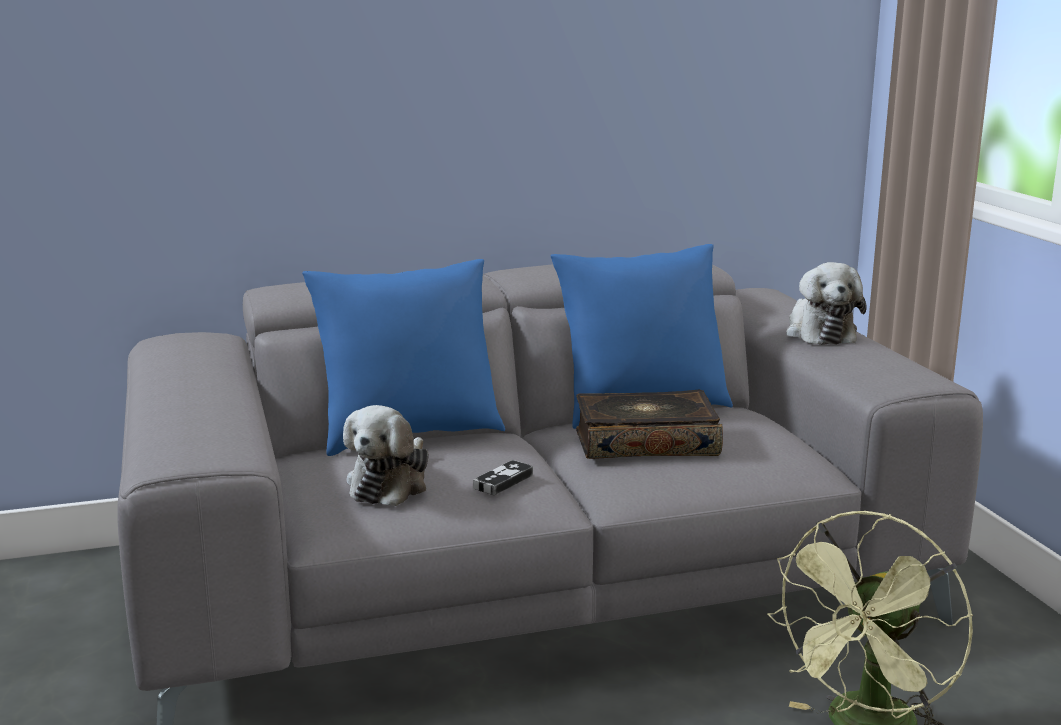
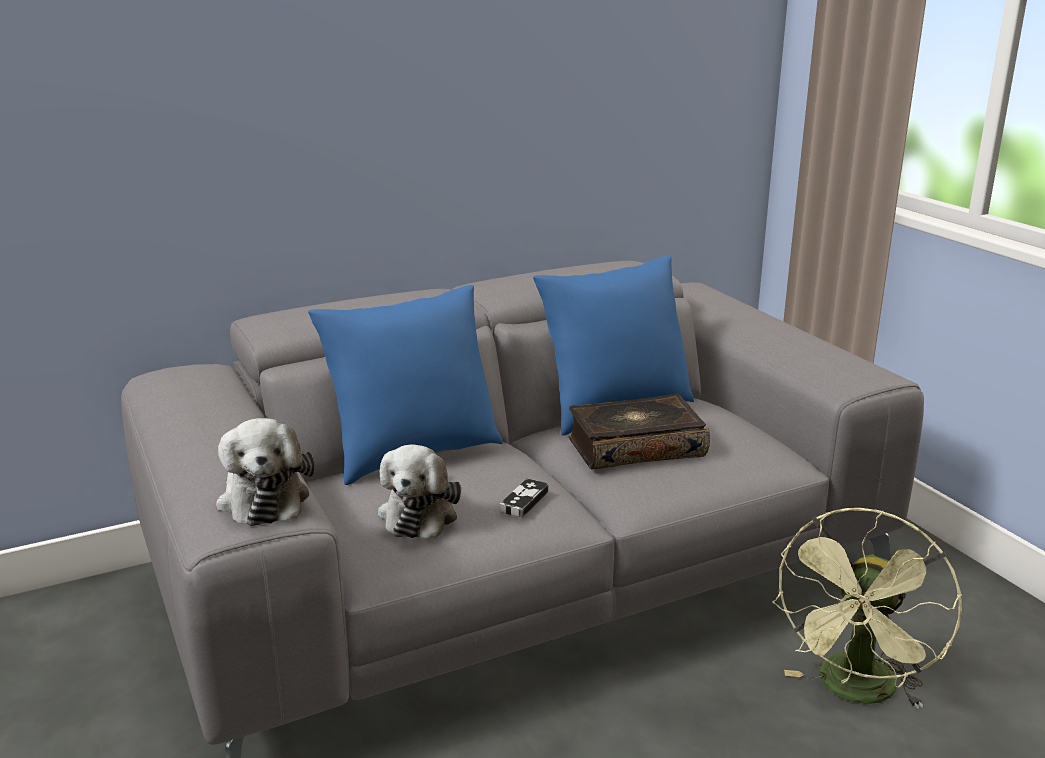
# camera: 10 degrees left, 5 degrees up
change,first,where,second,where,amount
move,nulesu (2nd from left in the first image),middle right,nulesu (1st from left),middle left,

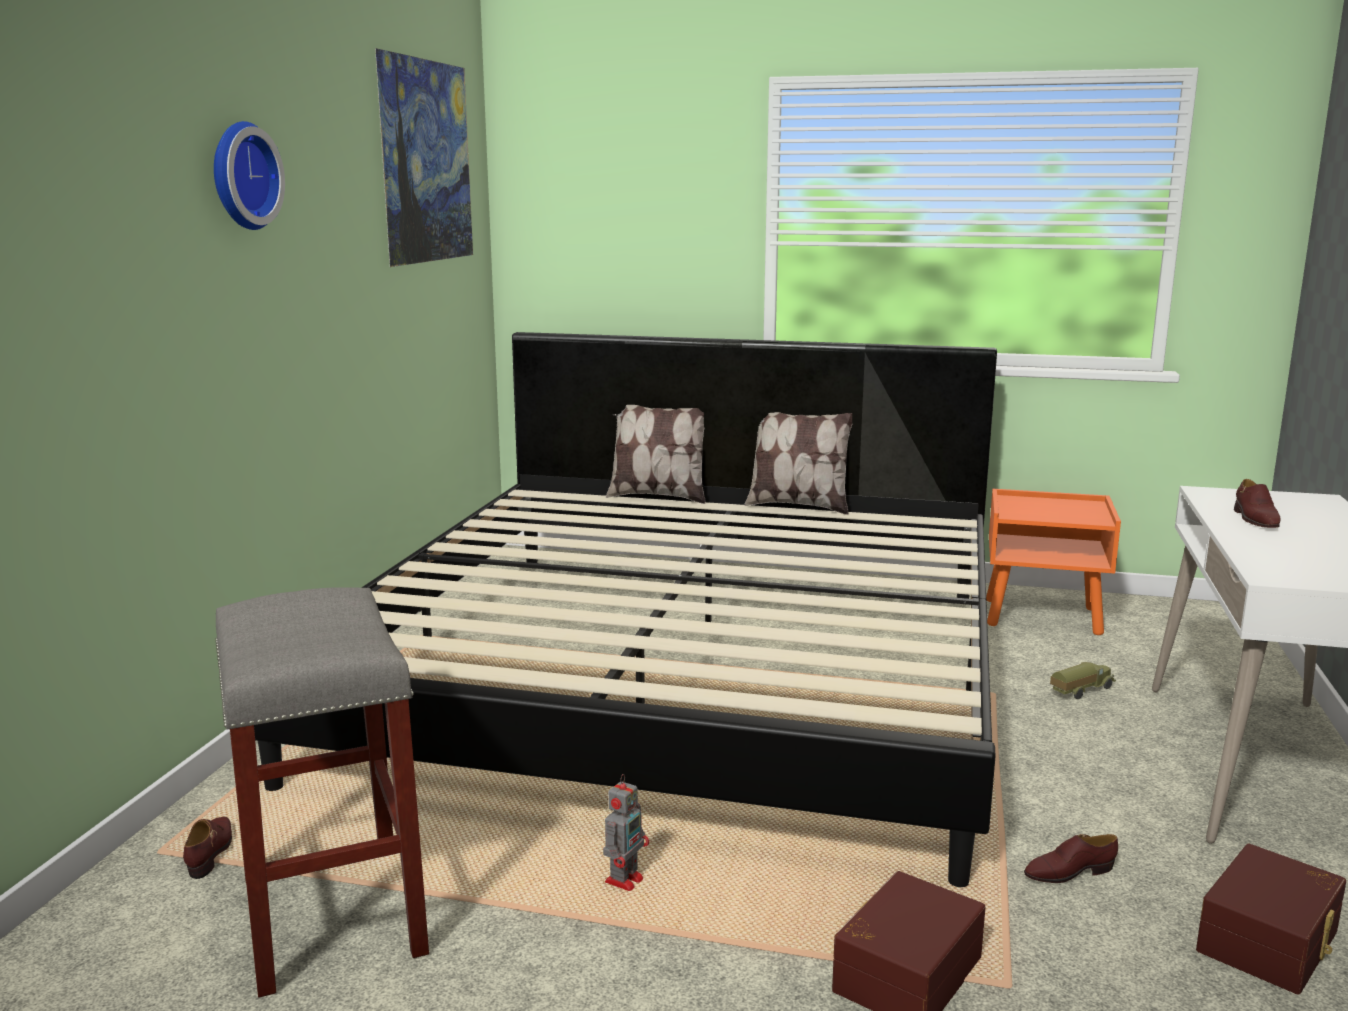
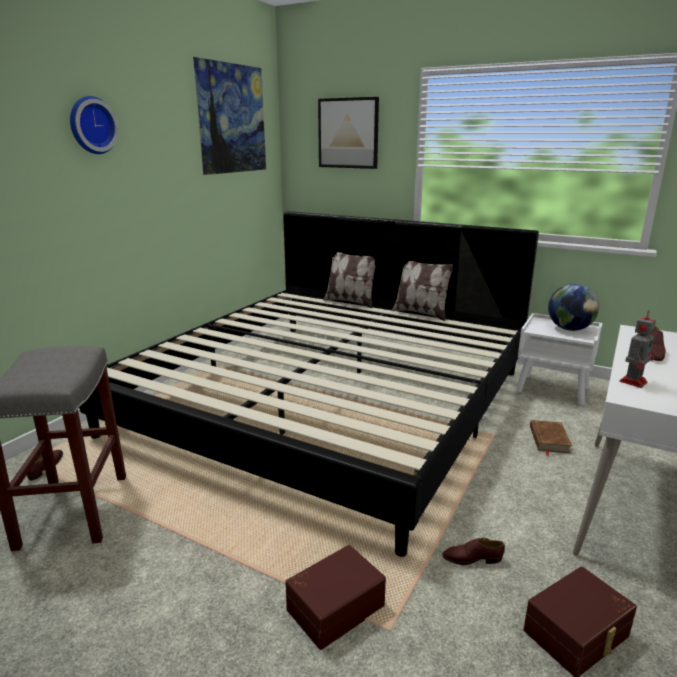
# camera: 15 degrees right, 5 degrees up
change,first,where,second,where,amount
insert,,,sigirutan (2nd from left),top centre,
recolor,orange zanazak,middle right,white zanazak,middle right,
replace,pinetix,bottom right,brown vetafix,middle right,
insert,,,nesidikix,middle right,
move,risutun,bottom centre,,middle right,

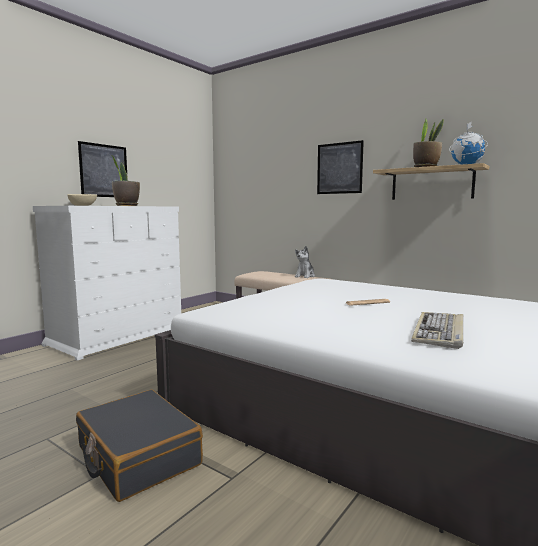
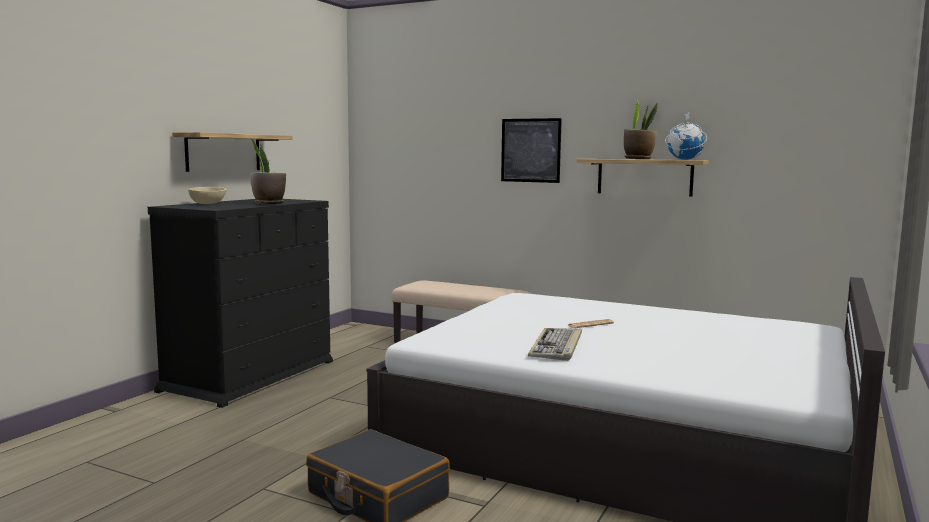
# camera: 10 degrees left, 0 degrees up
change,first,where,second,where,amount
recolor,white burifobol,middle left,black burifobol,middle left,
replace,sigirutan (1st from left),top left,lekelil (1st from left),top left,
move,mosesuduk,middle right,,centre,
delete,nulesu,centre,,,

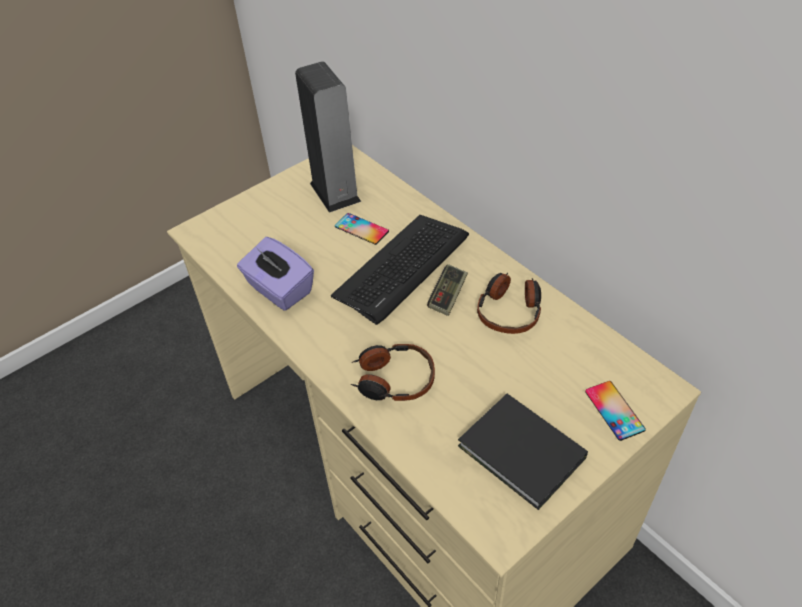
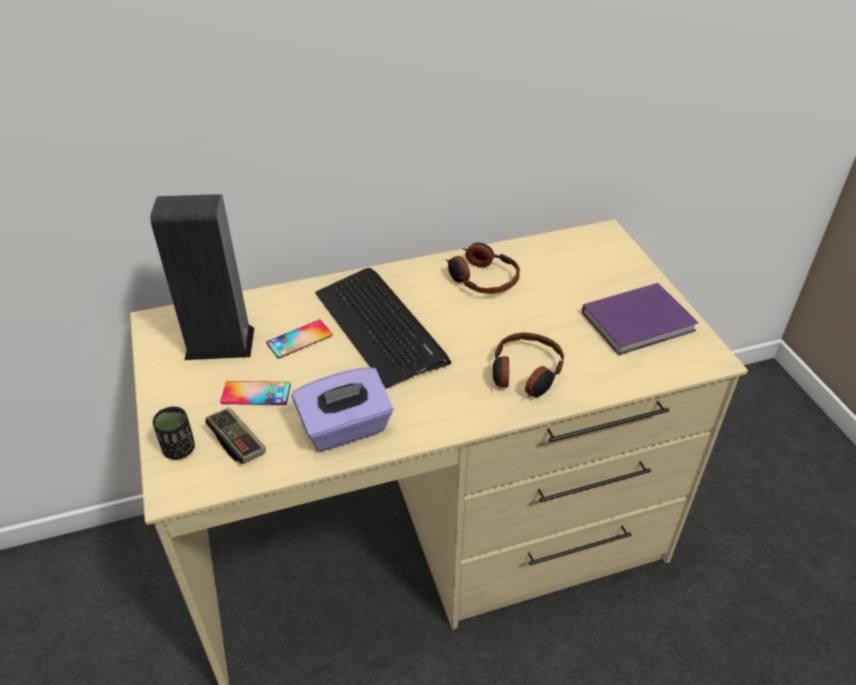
# camera: 70 degrees left, 5 degrees down
change,first,where,second,where,amount
insert,,,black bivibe,middle left,
move,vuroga,centre,,middle left,
move,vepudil (2nd from left in the first image),bottom right,vepudil (1st from left),middle left,
recolor,black vetafix,bottom centre,purple vetafix,middle right,

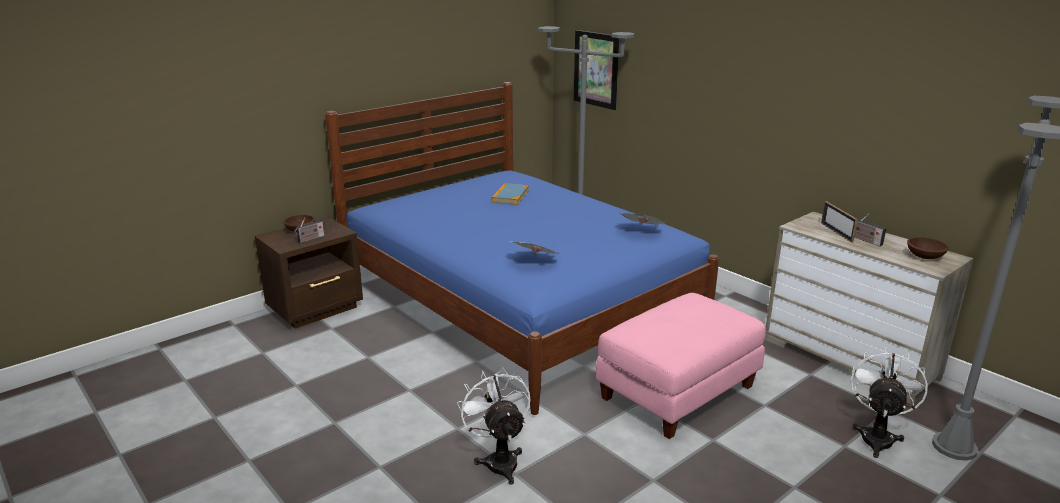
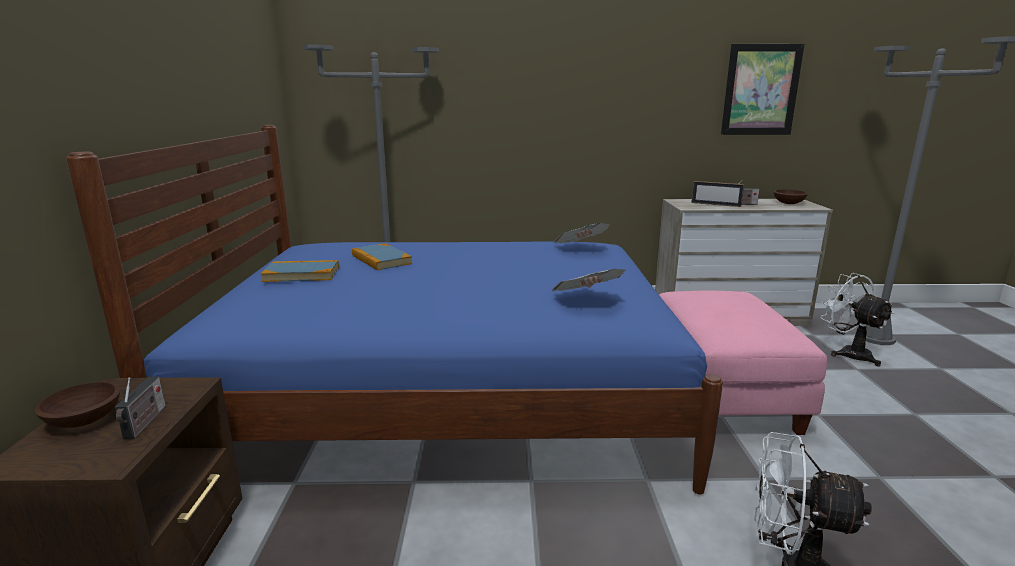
# camera: 50 degrees left, 5 degrees down
change,first,where,second,where,amount
insert,,,vetafix (1st from left),middle left,
move,sigirutan,top centre,,top right,

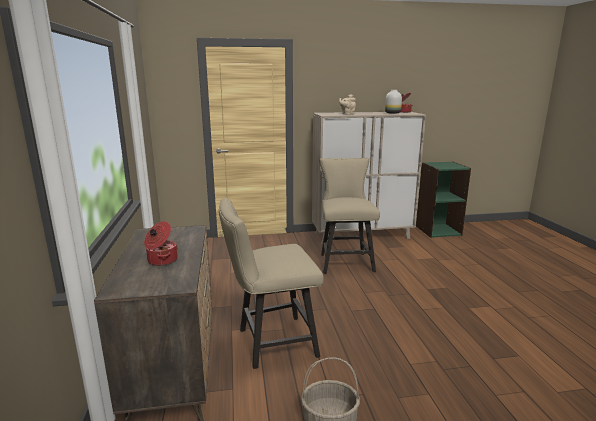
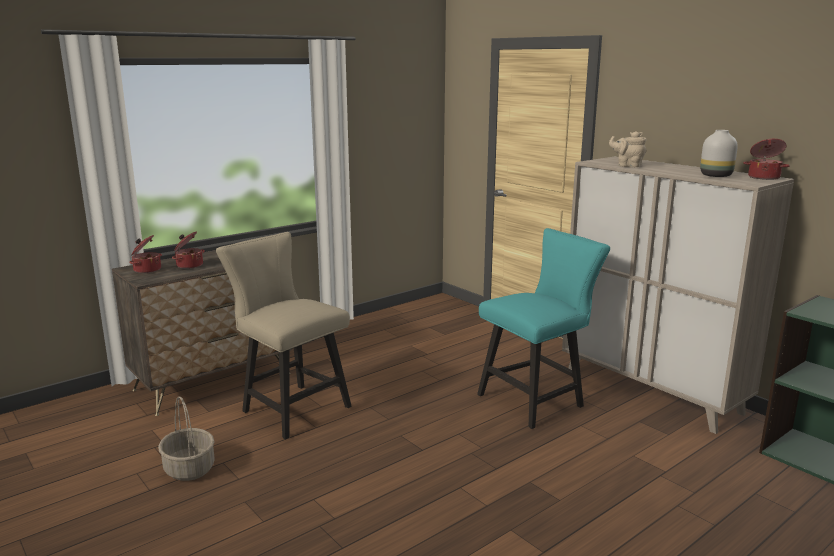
# camera: 60 degrees right, 0 degrees up
change,first,where,second,where,amount
insert,,,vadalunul (1st from left),middle left,
recolor,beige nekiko (2nd from left),centre,turquoise nekiko,centre,

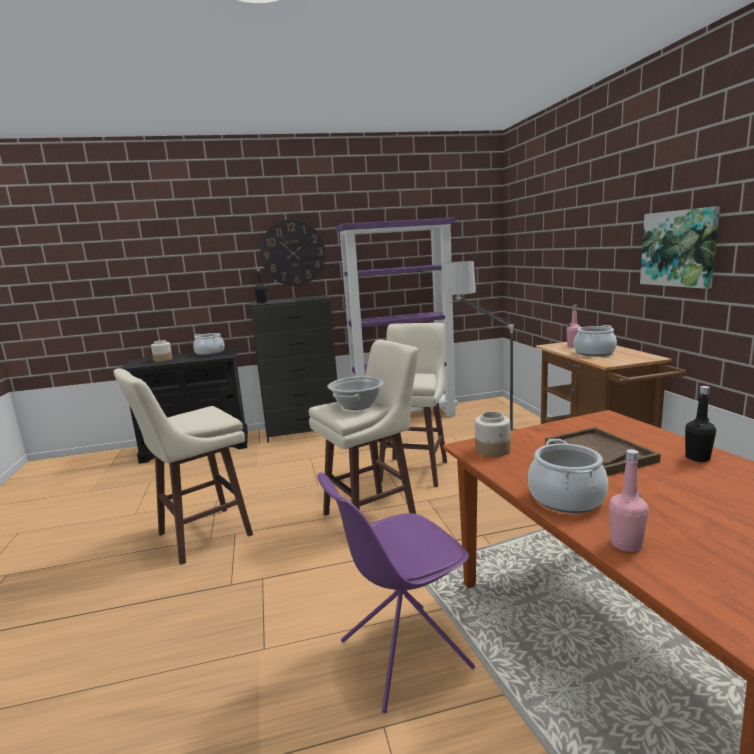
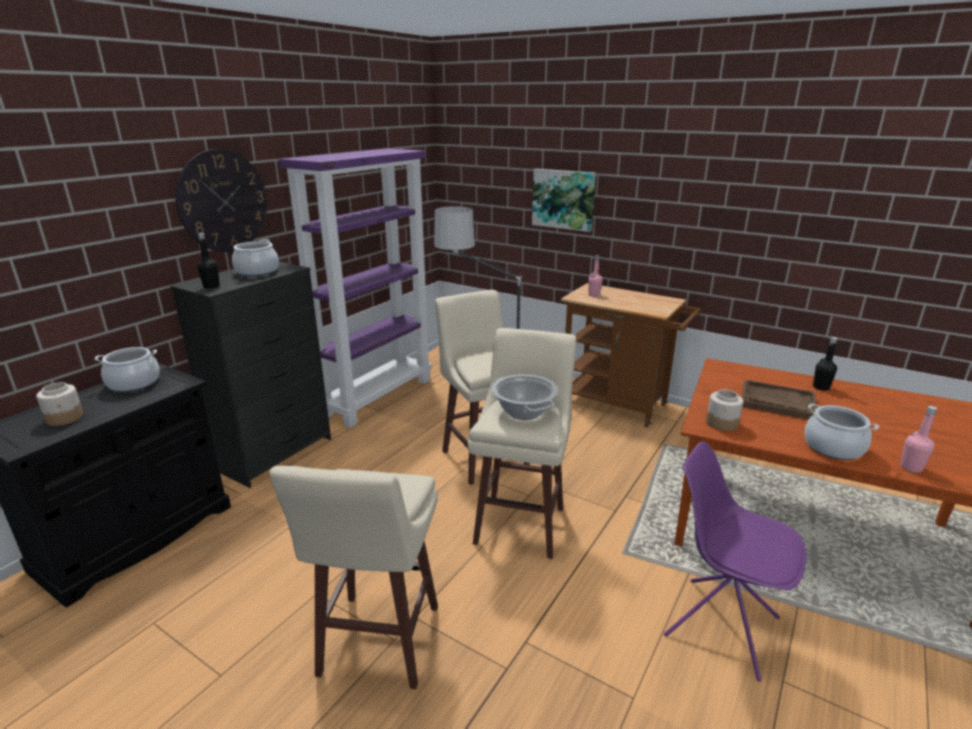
# camera: 45 degrees left, 10 degrees up
change,first,where,second,where,amount
move,vadalunul (4th from left in the first image),middle right,vadalunul (2nd from left),middle left,
move,sigirutan,top right,,top centre,
rotate,purple nekiko,bottom centre,,bottom right,105 degrees clockwise

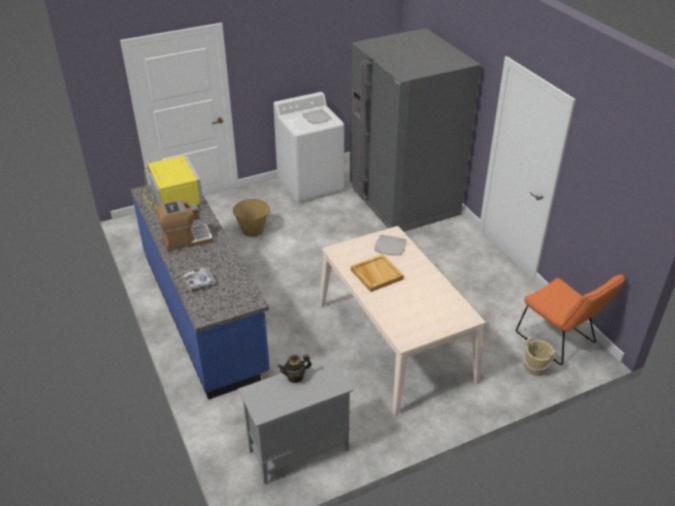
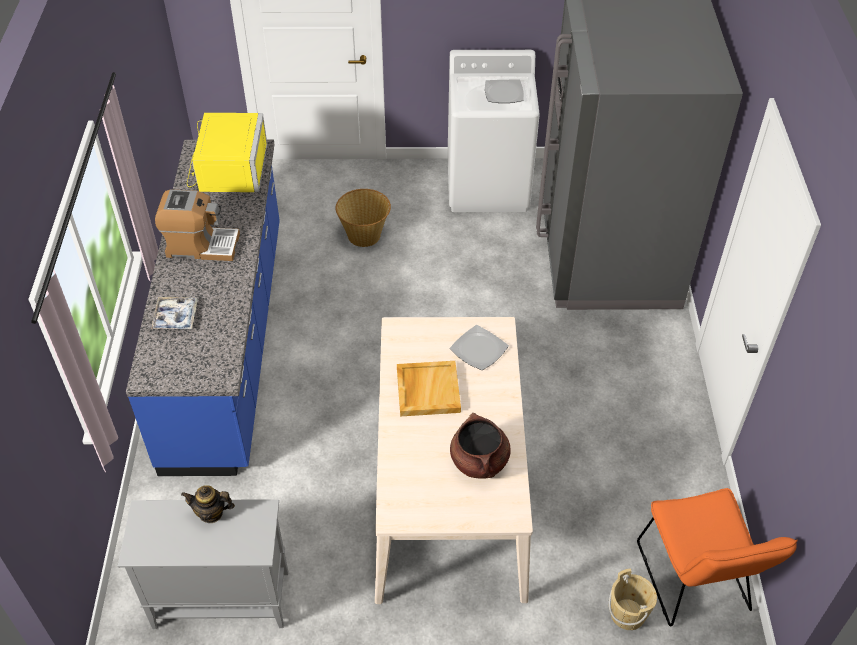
# camera: 25 degrees right, 10 degrees up
change,first,where,second,where,amount
insert,,,brown vadalunul,bottom centre,

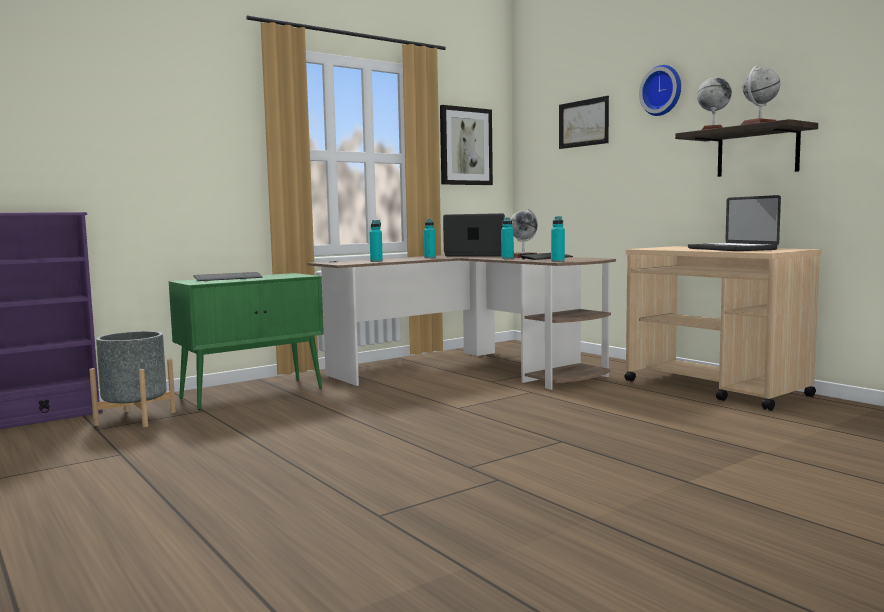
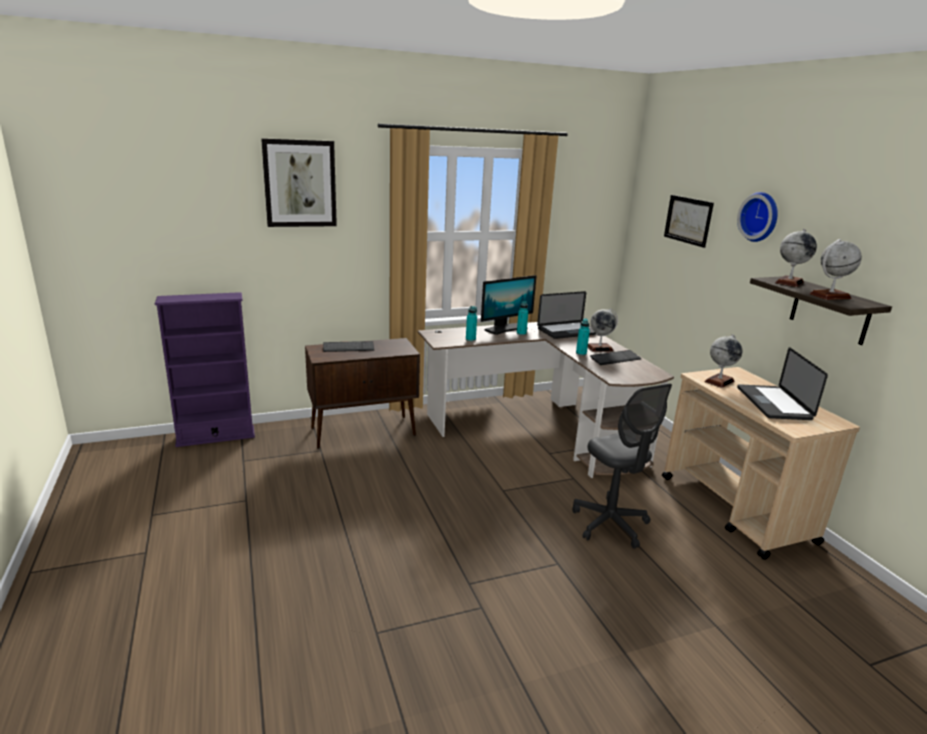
# camera: 15 degrees right, 15 degrees up
change,first,where,second,where,amount
move,sigirutan (1st from left),top centre,,top left,
recolor,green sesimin,middle left,brown sesimin,centre,
insert,,,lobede,centre,
rotate,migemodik (1st from left),centre,,centre,120 degrees clockwise
insert,,,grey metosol,middle right,
insert,,,nesidikix (2nd from left),middle right,
delete,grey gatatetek,middle left,,,
delete,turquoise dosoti (4th from left),centre,,,

